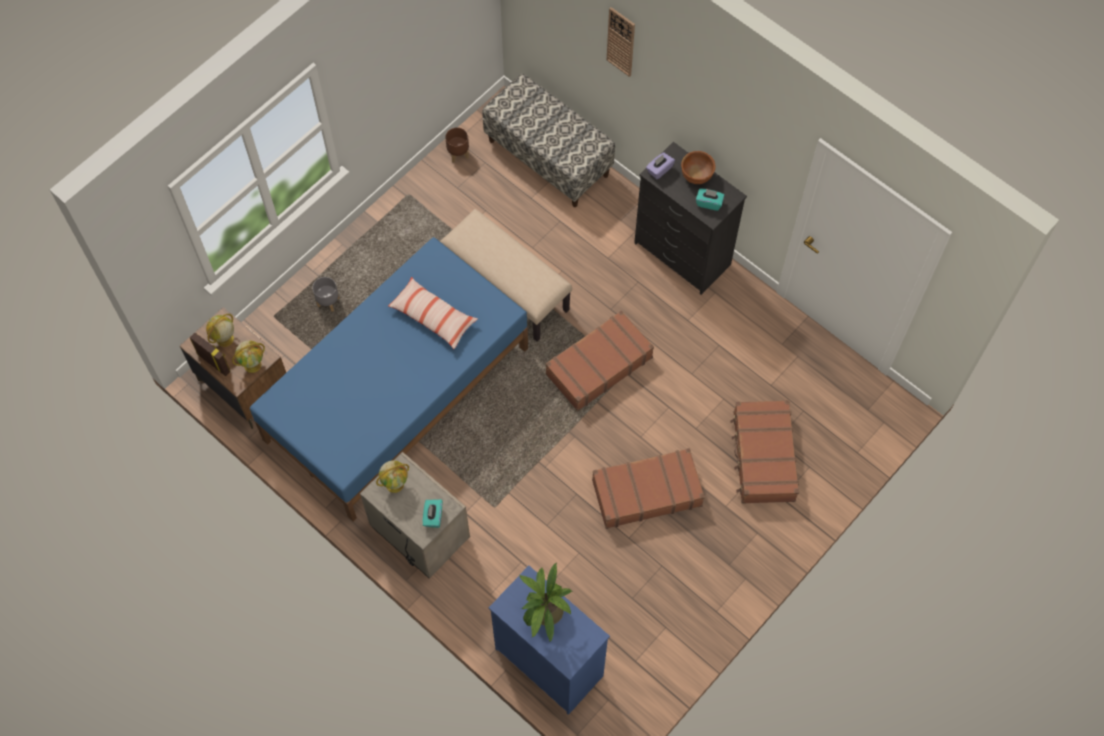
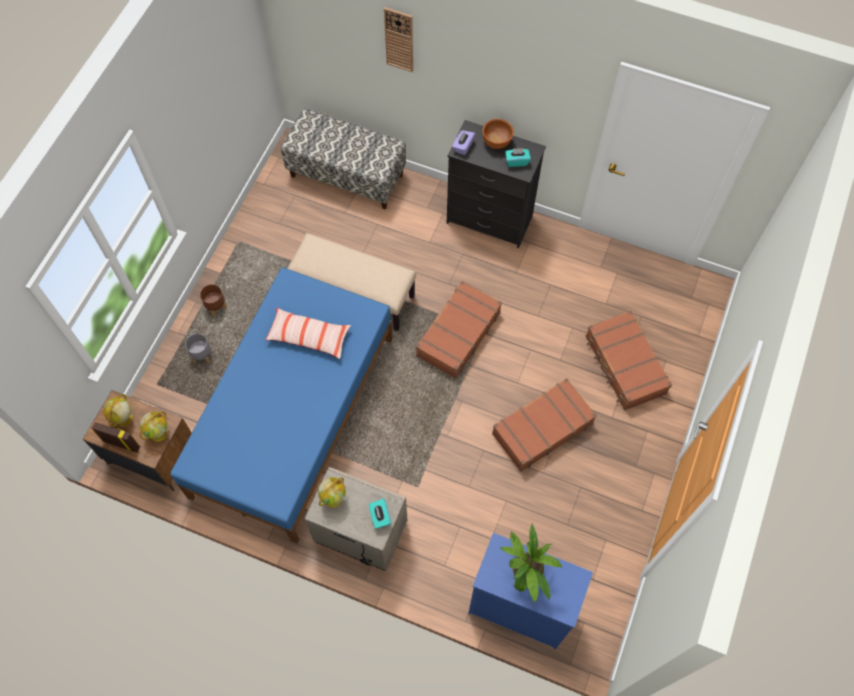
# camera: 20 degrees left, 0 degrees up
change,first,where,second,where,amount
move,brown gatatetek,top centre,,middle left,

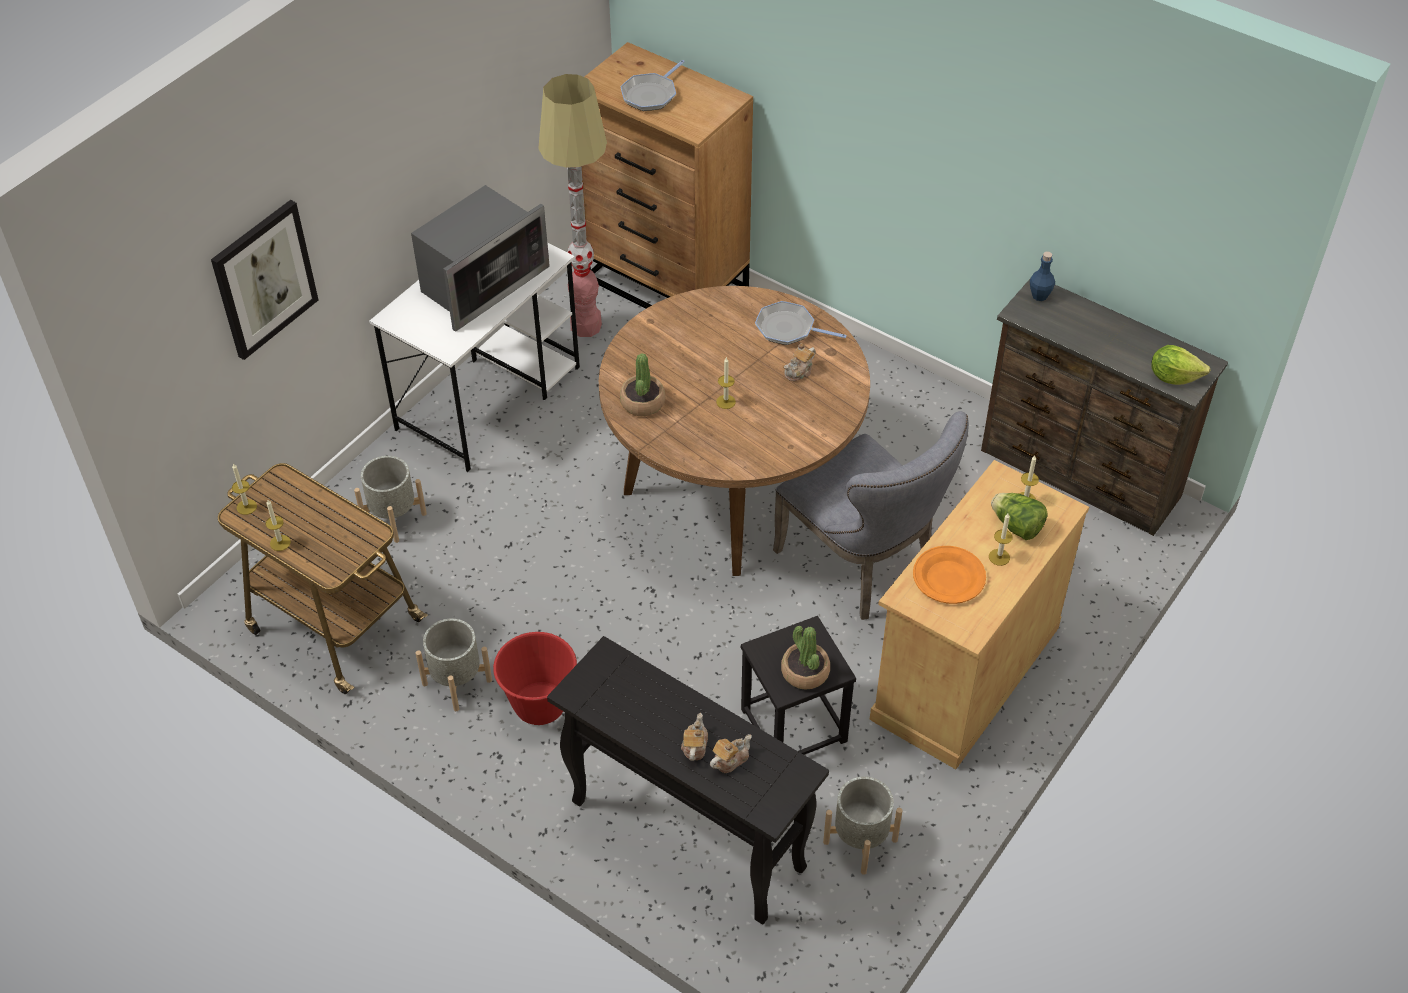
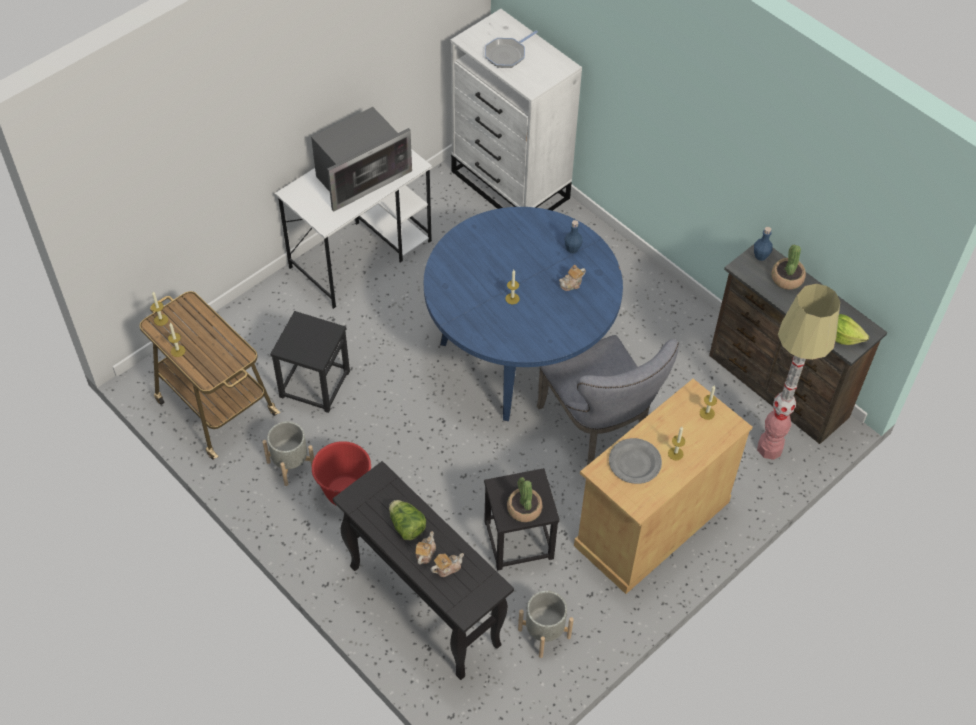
# camera: 10 degrees right, 5 degrees up
change,first,where,second,where,amount
insert,,,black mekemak (1st from left),middle left,
move,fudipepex (1st from left),middle right,,bottom centre,
recolor,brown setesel,centre,blue setesel,centre,
recolor,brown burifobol (1st from left),top centre,white burifobol,top centre,
replace,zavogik (2nd from left),top centre,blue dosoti (1st from left),top centre,
recolor,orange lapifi,middle right,grey lapifi,centre,
move,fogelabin,top centre,,middle right,
move,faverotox (1st from left in the first image),centre,faverotox (2nd from left),middle right,
delete,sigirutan,top left,,,
delete,grey gatatetek (1st from left),middle left,,,

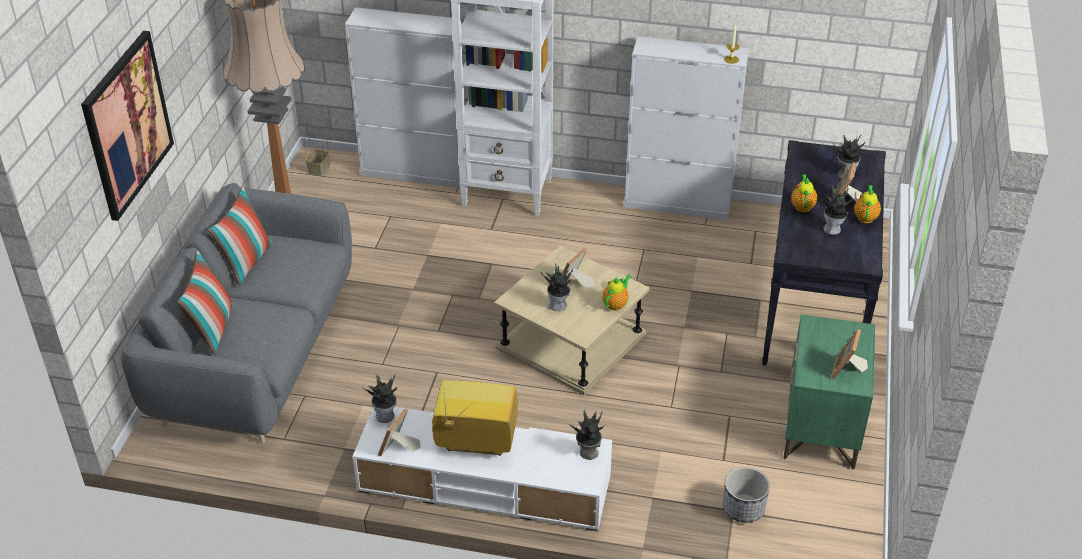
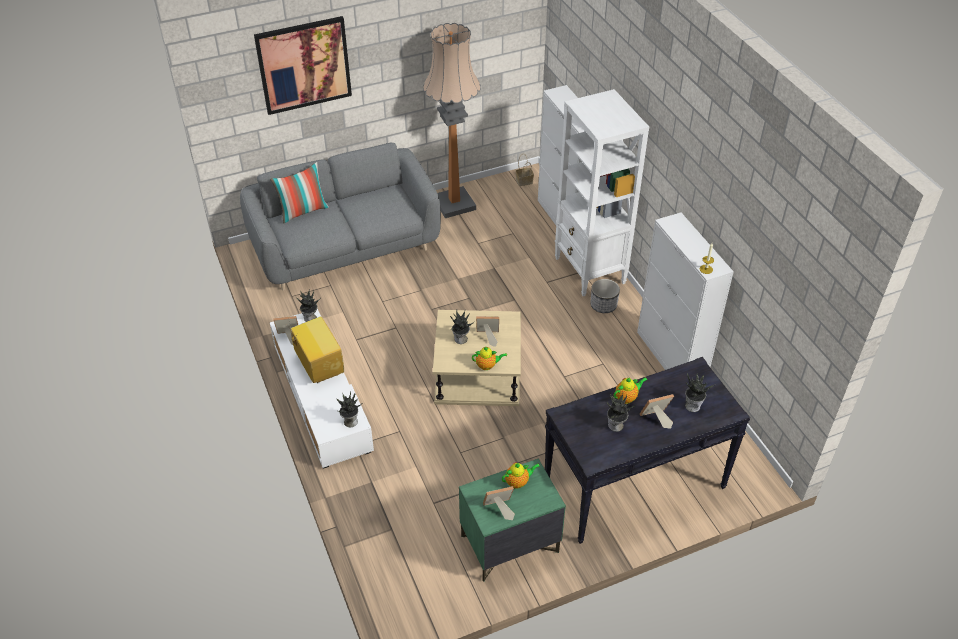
# camera: 55 degrees right, 5 degrees up
change,first,where,second,where,amount
move,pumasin (3rd from left in the first image),middle right,pumasin (2nd from left),bottom centre,
move,gatatetek,bottom right,,centre,
delete,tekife (2nd from left),middle left,,,

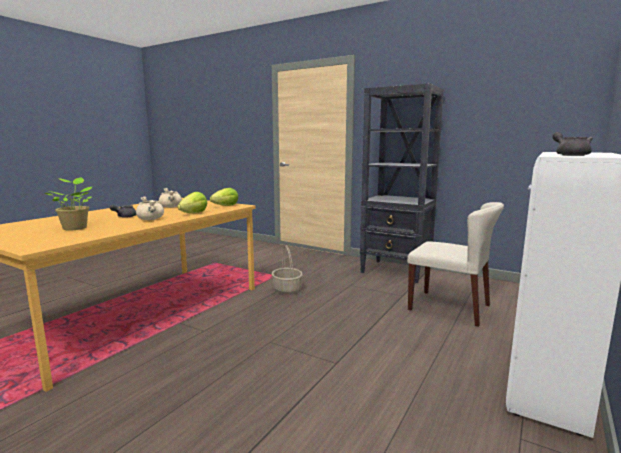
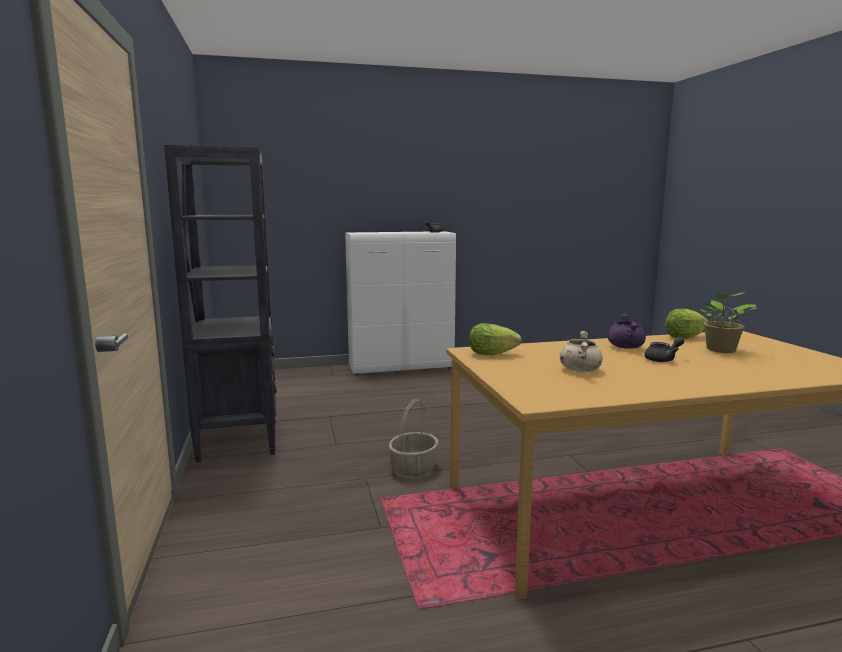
# camera: 135 degrees left, 0 degrees up
change,first,where,second,where,amount
recolor,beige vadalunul (1st from left),middle left,purple vadalunul,middle right,
move,fudipepex (1st from left in the first image),middle left,fudipepex (2nd from left),middle right,
delete,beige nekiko,middle right,,,

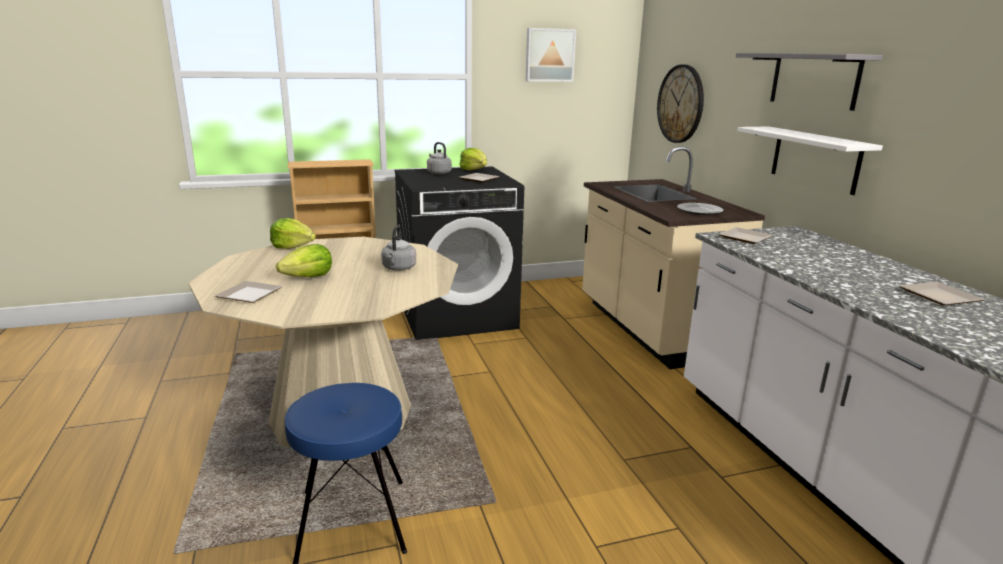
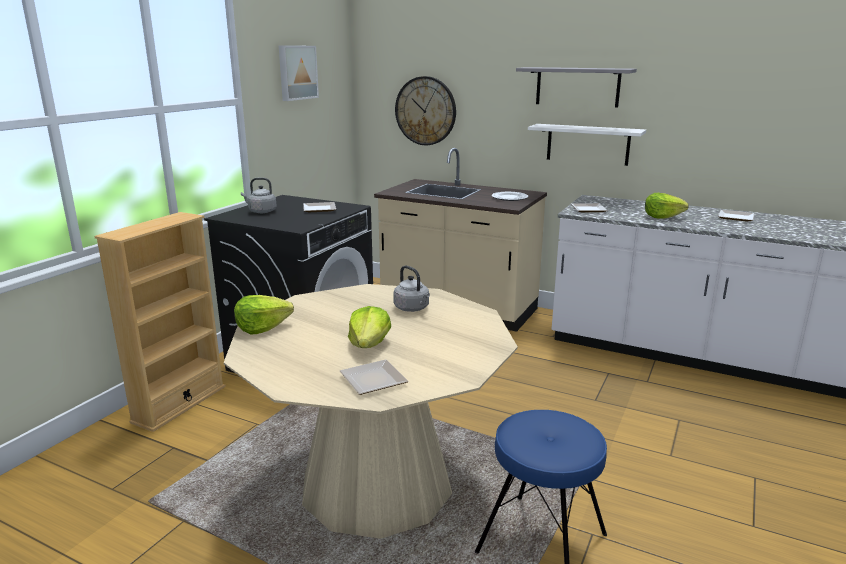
# camera: 45 degrees left, 0 degrees up
change,first,where,second,where,amount
move,fudipepex (3rd from left),top centre,,middle right,

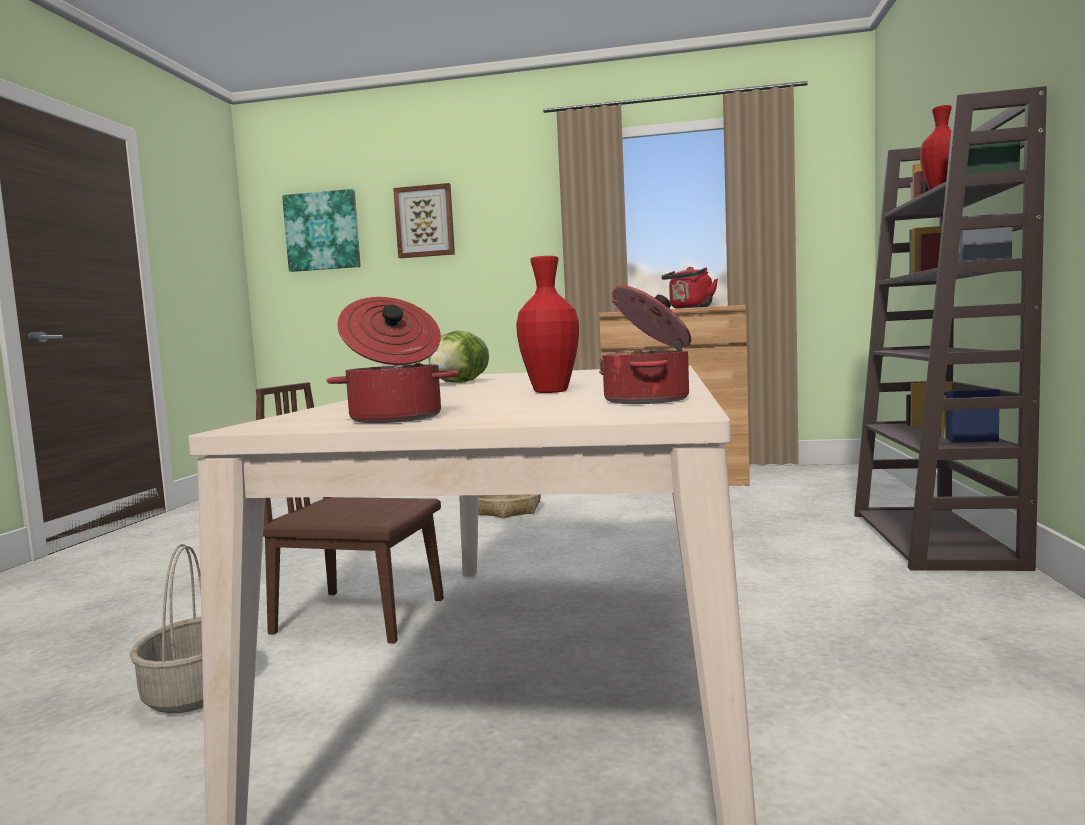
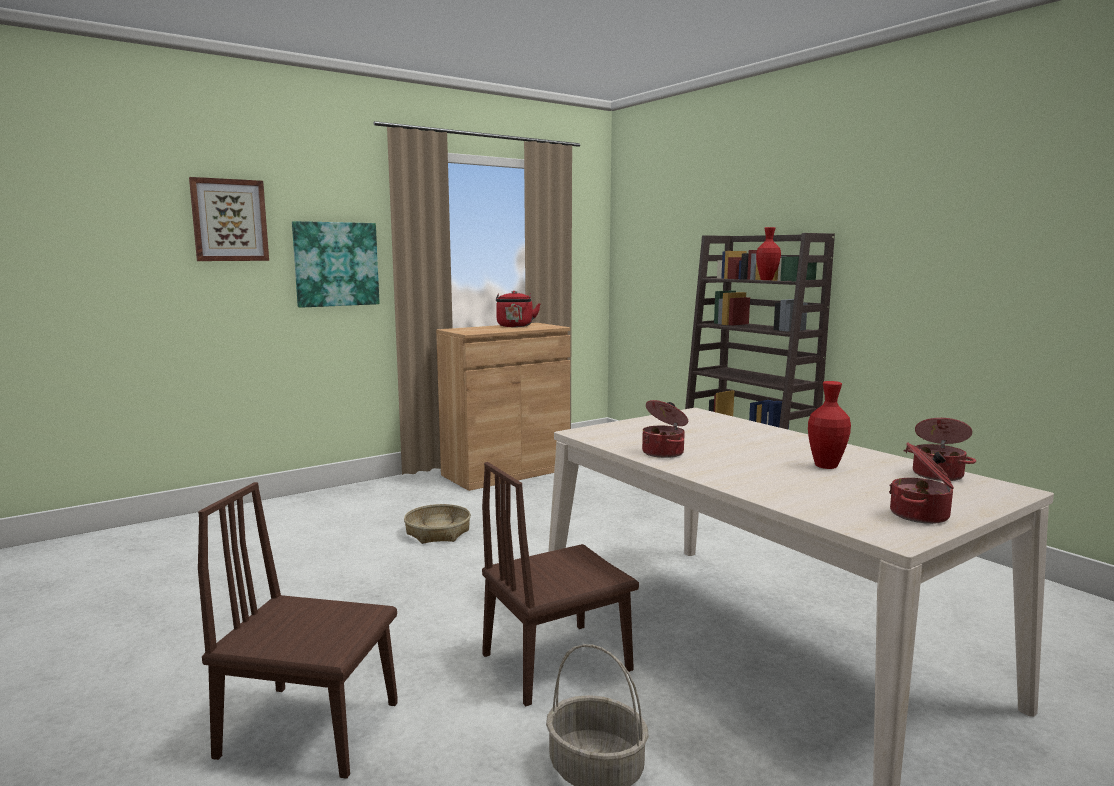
# camera: 45 degrees left, 5 degrees up
change,first,where,second,where,amount
insert,,,brown nekiko (1st from left),bottom left,
move,sigirutan (1st from left in the first image),top left,sigirutan (2nd from left),middle left,
replace,fudipepex,centre,vadalunul (1st from left),centre,

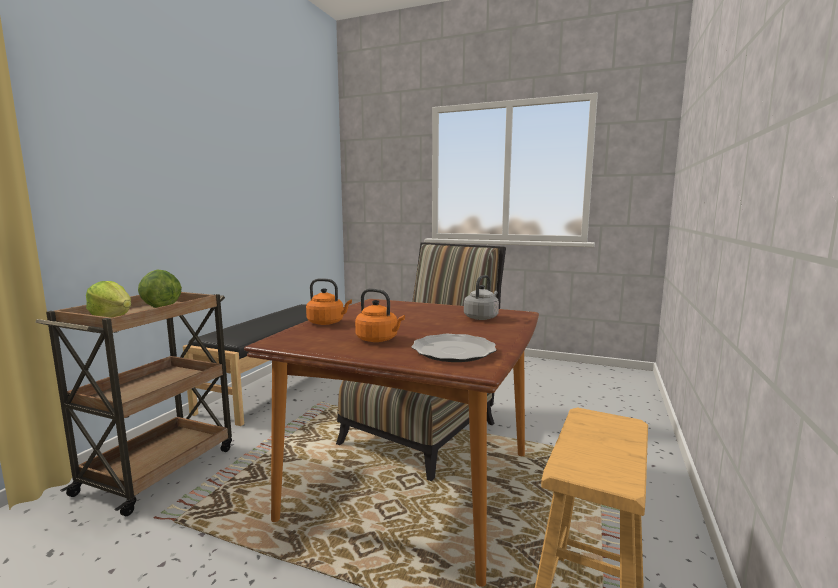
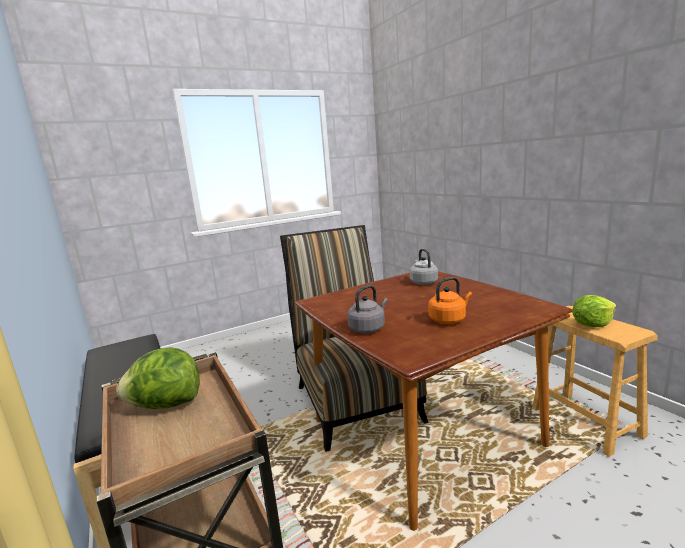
# camera: 50 degrees left, 5 degrees up
change,first,where,second,where,amount
recolor,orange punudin (1st from left),centre,grey punudin (1st from left),centre,
move,fudipepex (1st from left in the first image),middle left,fudipepex (2nd from left),middle right,
delete,lapifi,centre,,,

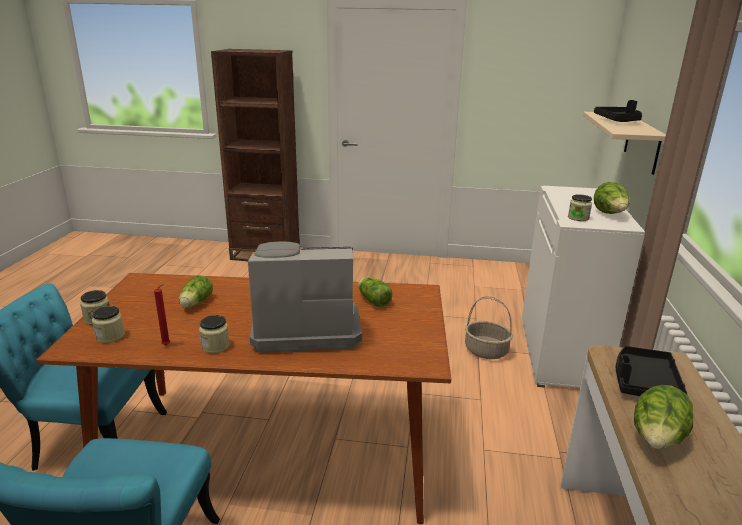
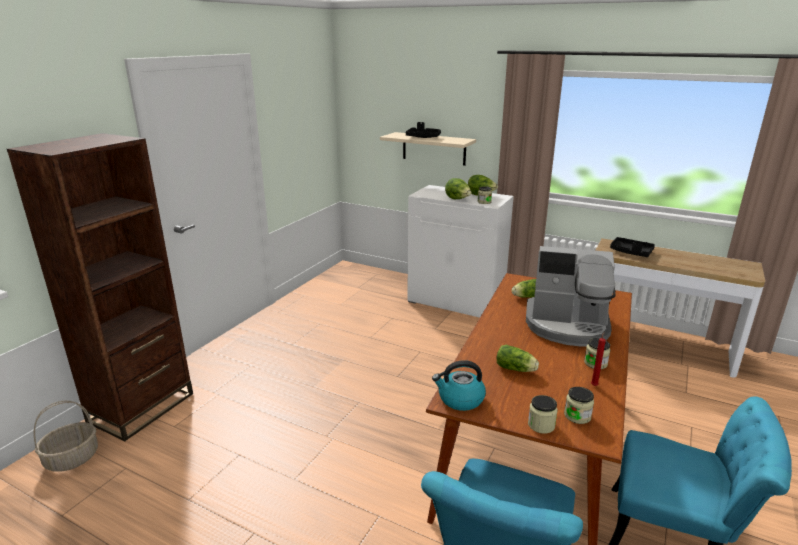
# camera: 70 degrees left, 0 degrees up
change,first,where,second,where,amount
move,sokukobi,centre,,bottom left,
insert,,,punudin,bottom centre,
move,fudipepex (4th from left in the first image),bottom right,fudipepex (1st from left),centre,
rotate,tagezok,centre,,middle right,90 degrees counterclockwise

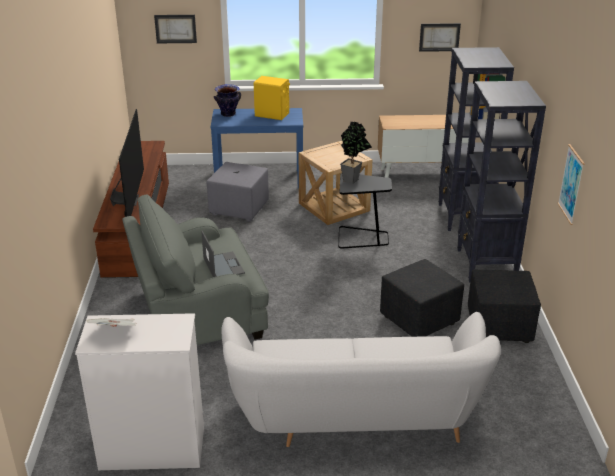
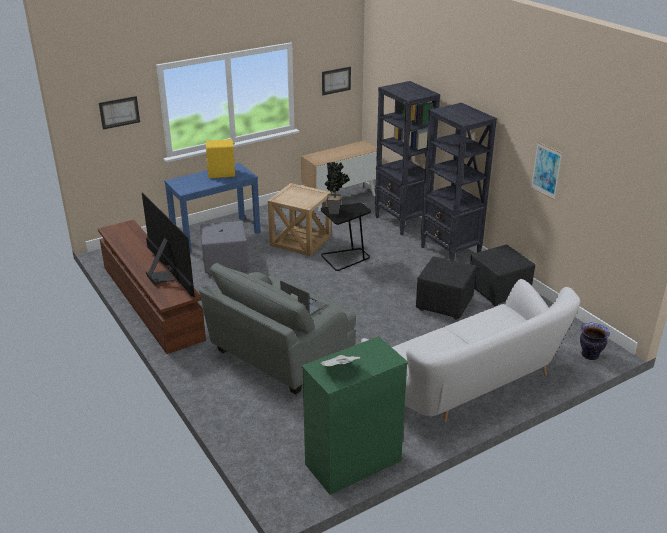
# camera: 30 degrees left, 0 degrees up
change,first,where,second,where,amount
recolor,white burifobol,bottom left,green burifobol,bottom centre,
move,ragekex,top centre,,middle right,

